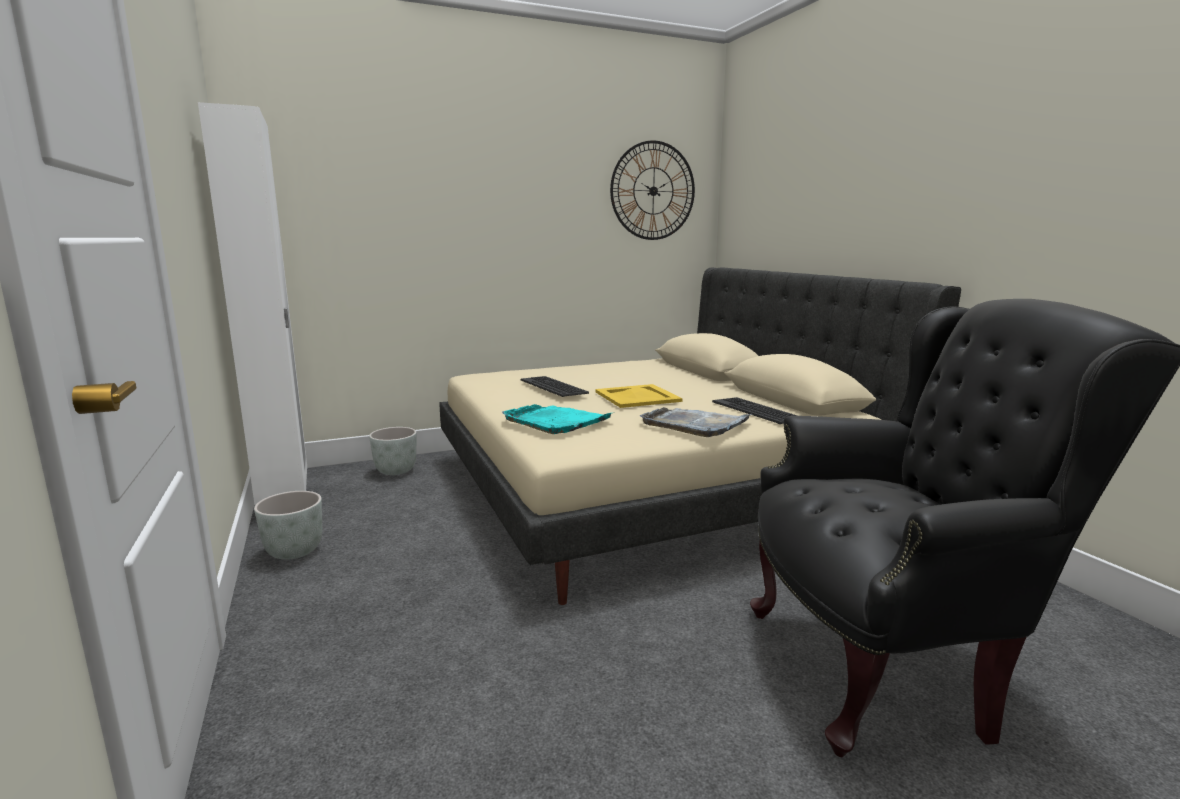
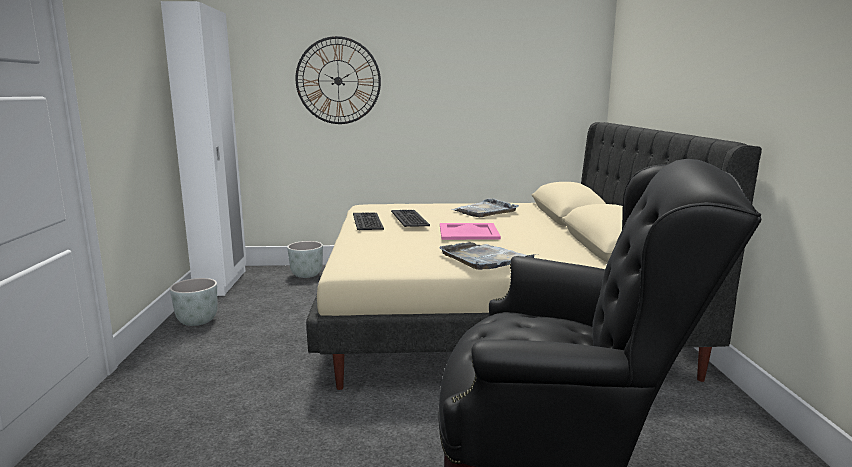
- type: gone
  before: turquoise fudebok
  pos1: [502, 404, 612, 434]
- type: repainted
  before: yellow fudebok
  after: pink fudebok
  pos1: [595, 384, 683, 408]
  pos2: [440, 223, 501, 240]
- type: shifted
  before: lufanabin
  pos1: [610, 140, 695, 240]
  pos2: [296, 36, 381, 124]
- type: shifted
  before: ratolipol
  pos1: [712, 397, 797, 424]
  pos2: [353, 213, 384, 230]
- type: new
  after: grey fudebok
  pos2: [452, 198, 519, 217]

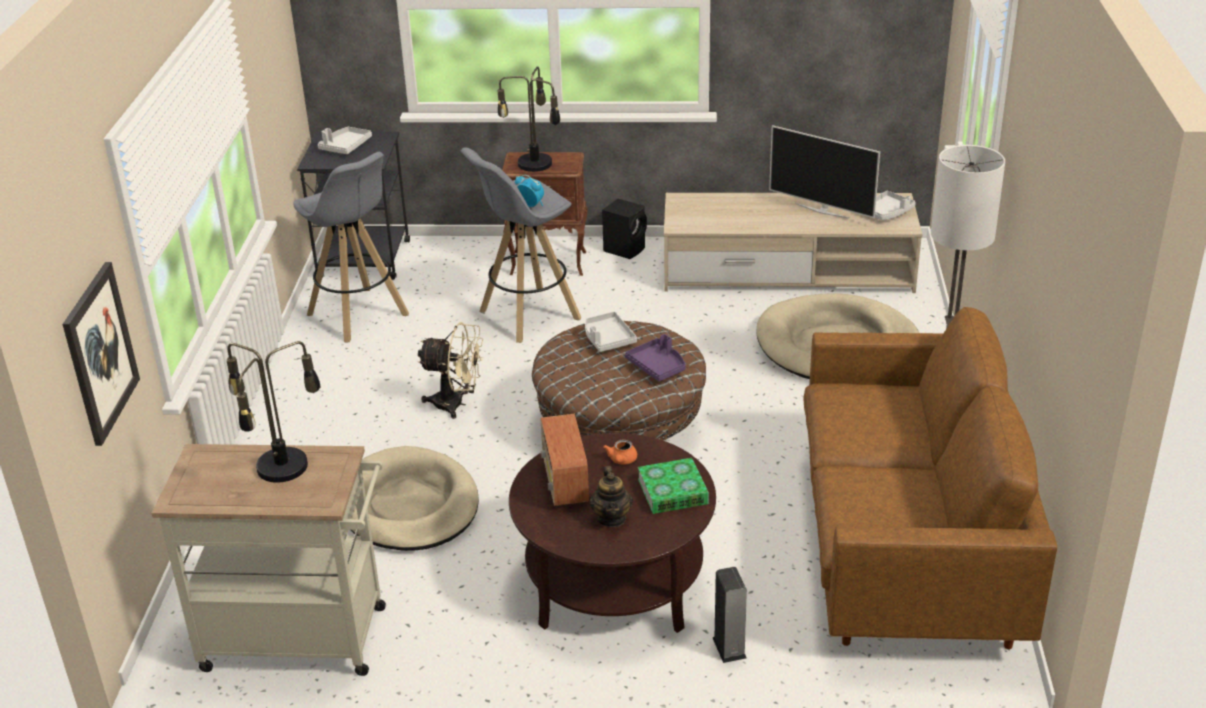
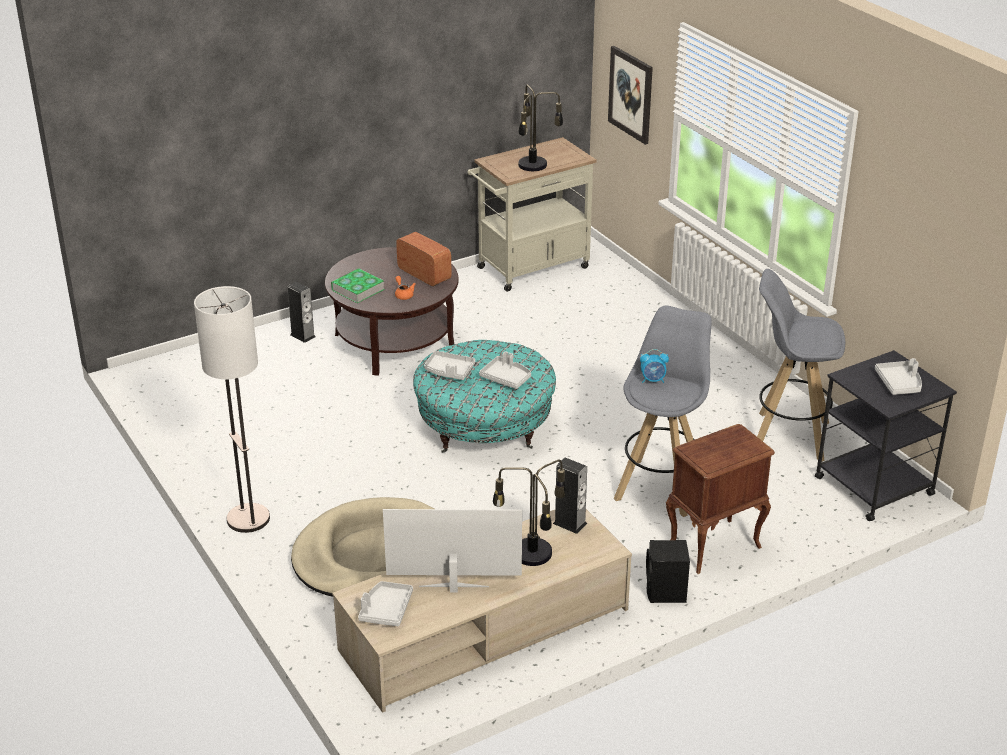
- type: gone
  before: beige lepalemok
  pos1: [351, 446, 479, 551]
- type: gone
  before: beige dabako
  pos1: [418, 322, 483, 419]
- type: shifted
  before: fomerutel
  pos1: [497, 66, 560, 172]
  pos2: [493, 460, 566, 566]
- type: repainted
  before: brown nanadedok
  after: turquoise nanadedok
  pos1: [532, 321, 706, 440]
  pos2: [413, 340, 556, 453]
- type: gone
  before: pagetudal
  pos1: [589, 466, 633, 527]
- type: repainted
  before: purple fudebok
  after: grey fudebok
  pos1: [625, 334, 686, 381]
  pos2: [424, 351, 475, 380]
- type: gone
  before: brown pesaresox
  pos1: [804, 307, 1057, 649]
- type: new
  after: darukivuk
  pos2: [553, 458, 587, 534]

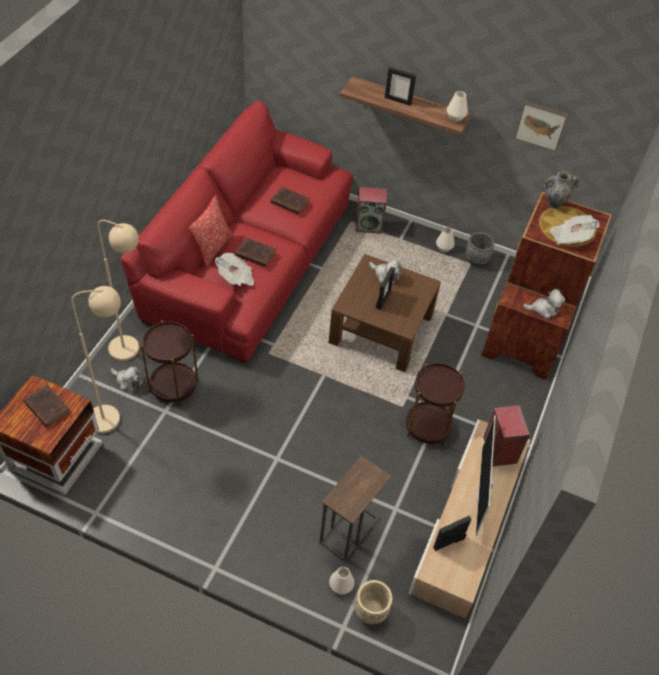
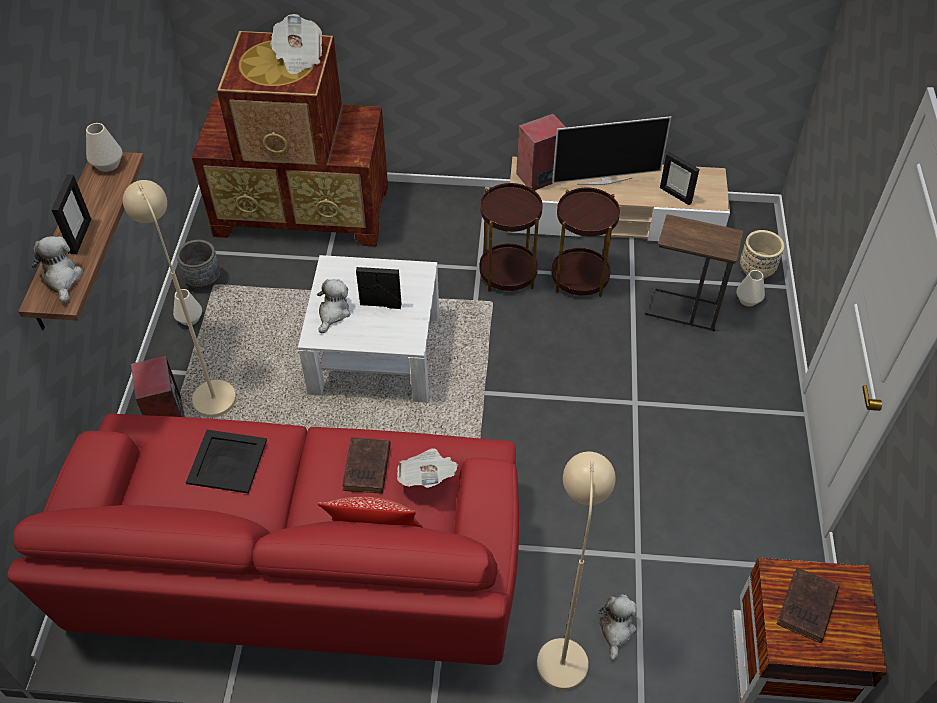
- type: shifted
  before: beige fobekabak
  pos1: [71, 286, 121, 434]
  pos2: [123, 180, 236, 417]
- type: shifted
  before: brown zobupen
  pos1: [141, 320, 198, 406]
  pos2: [551, 188, 620, 297]
- type: swapped
  before: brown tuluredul
  after: black fudebok
  pos1: [271, 187, 309, 215]
  pos2: [186, 430, 267, 494]
- type: repainted
  before: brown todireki
  after: white todireki
  pos1: [329, 254, 441, 372]
  pos2: [298, 255, 439, 403]
- type: gone
  before: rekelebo
  pos1: [515, 101, 568, 152]
- type: shifted
  before: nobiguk
  pos1: [523, 289, 565, 319]
  pos2: [32, 236, 83, 303]
- type: gone
  before: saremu
  pos1: [543, 170, 580, 209]

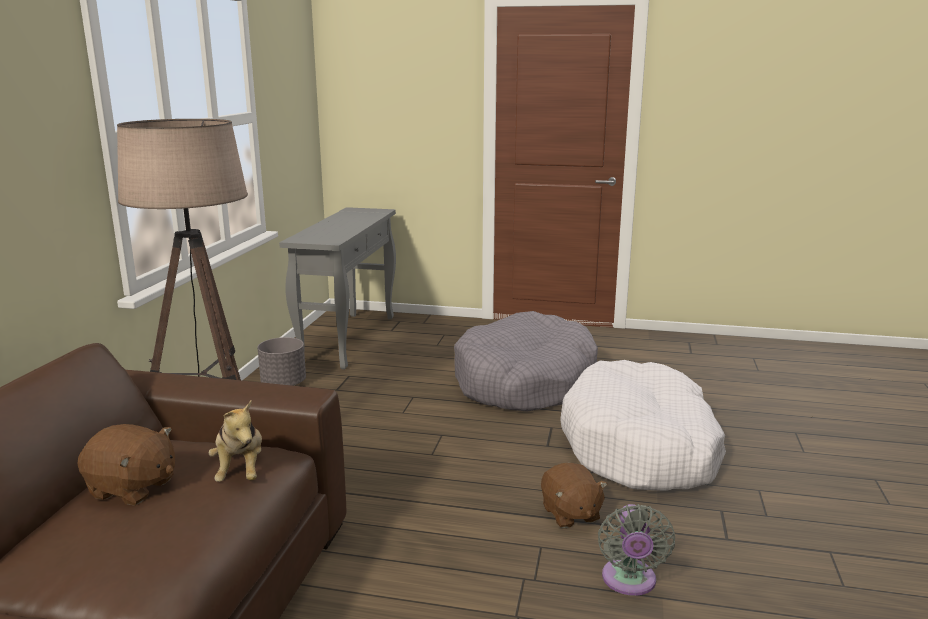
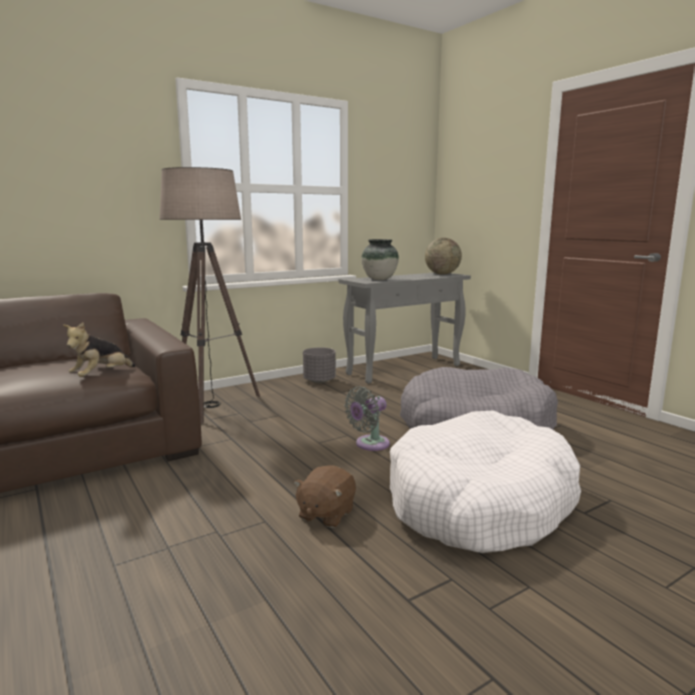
- type: gone
  before: brown nobiguk
  pos1: [77, 424, 175, 506]
- type: shifted
  before: grey dabako
  pos1: [598, 504, 675, 596]
  pos2: [344, 386, 390, 451]
- type: new
  after: saremu
  pos2: [361, 239, 399, 280]
- type: new
  after: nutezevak
  pos2: [425, 238, 462, 275]

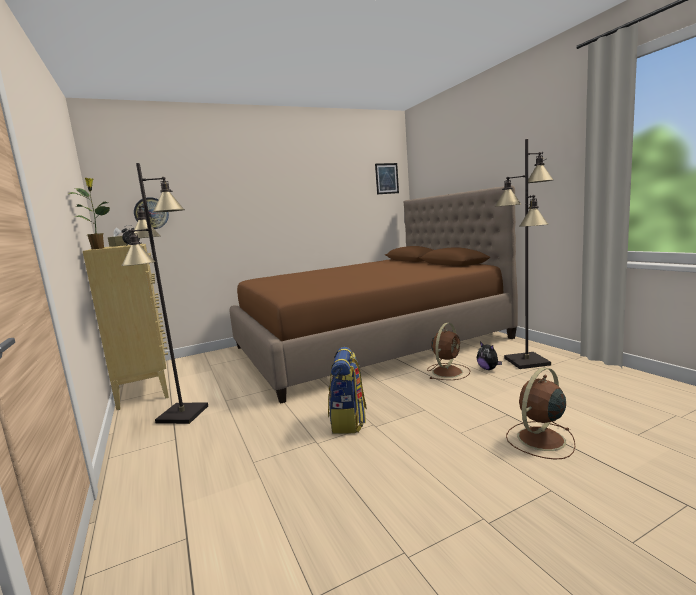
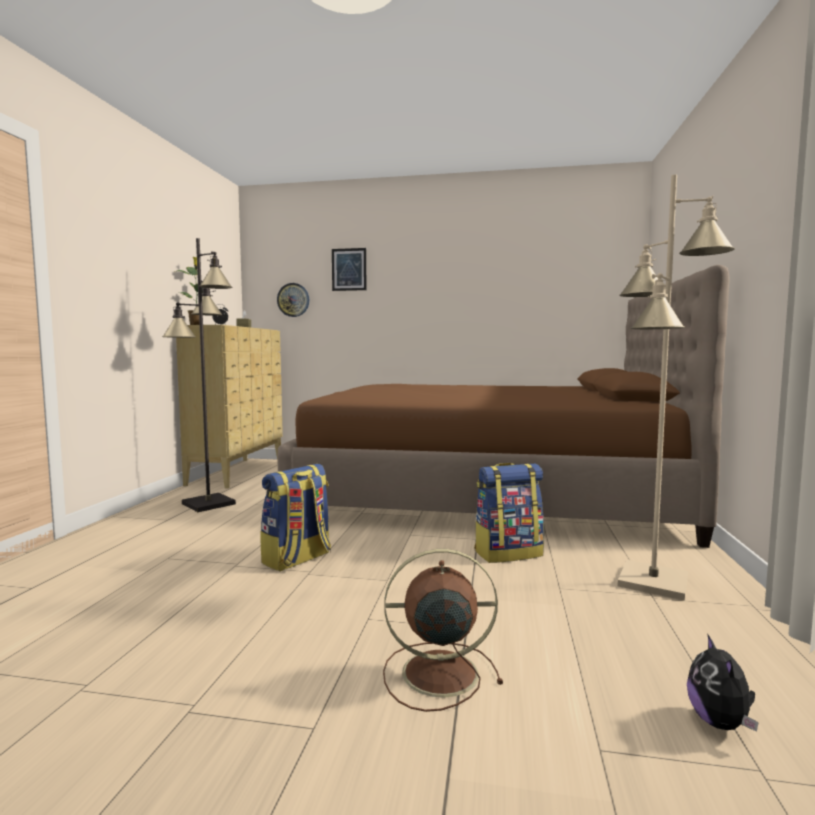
- type: shifted
  before: rekelebo
  pos1: [375, 163, 399, 194]
  pos2: [332, 248, 366, 291]
- type: swapped
  before: brown dabako
  after: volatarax
  pos1: [427, 323, 470, 380]
  pos2: [474, 463, 544, 563]
- type: shifted
  before: nobiguk
  pos1: [477, 342, 502, 370]
  pos2: [687, 633, 759, 732]
- type: repainted
  before: black fobekabak
  after: beige fobekabak
  pos1: [494, 139, 554, 369]
  pos2: [618, 174, 735, 601]

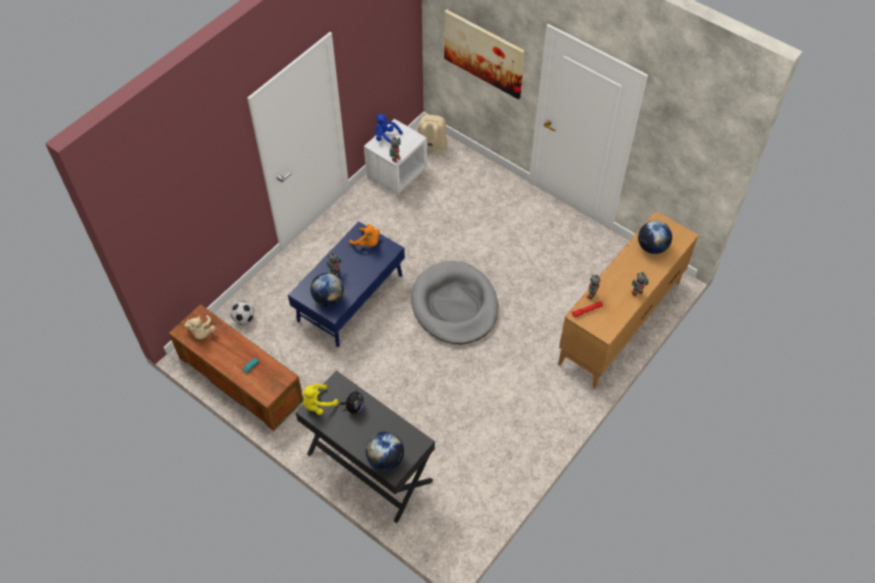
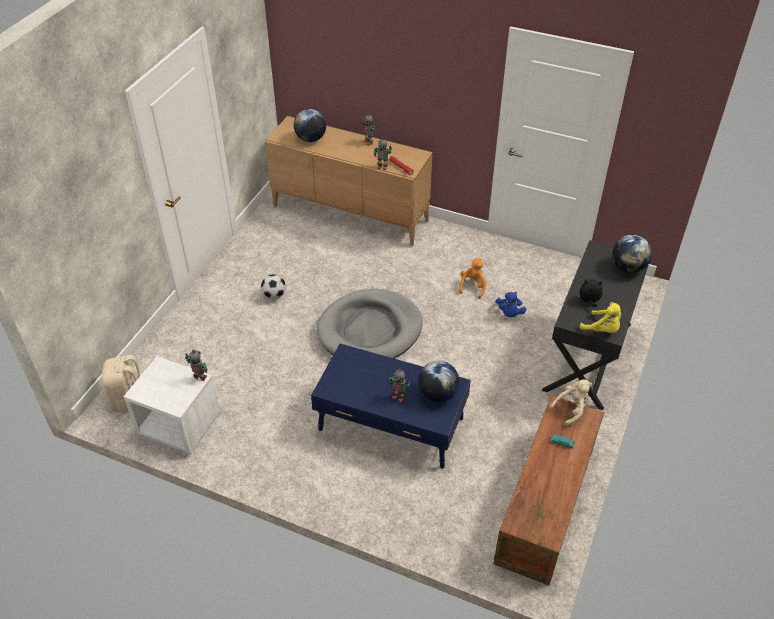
- type: shifted
  before: beige nobiguk
  pos1: [184, 315, 215, 339]
  pos2: [550, 379, 593, 426]
- type: shifted
  before: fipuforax
  pos1: [231, 301, 254, 324]
  pos2: [261, 275, 286, 299]
- type: shifted
  before: orange nobiguk
  pos1: [349, 224, 380, 246]
  pos2: [459, 258, 487, 299]
- type: shifted
  before: blue nobiguk
  pos1: [375, 114, 403, 144]
  pos2: [495, 292, 526, 317]
- type: gone
  before: rekelebo
  pos1: [444, 9, 525, 99]

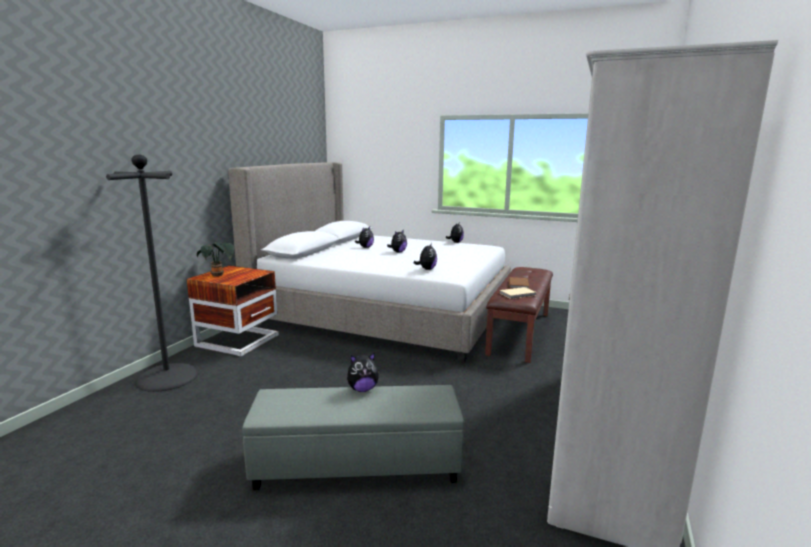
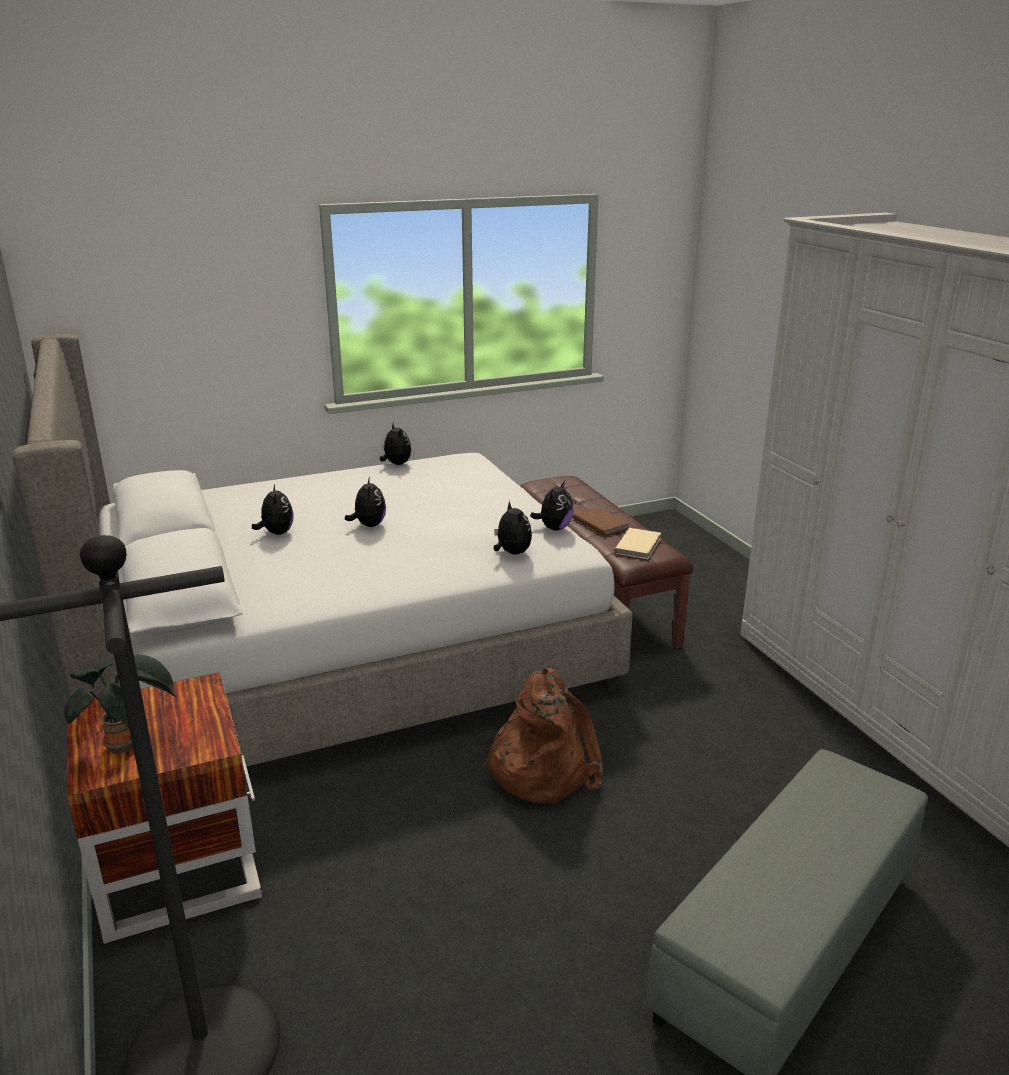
- type: shifted
  before: nobiguk
  pos1: [347, 353, 379, 392]
  pos2: [530, 481, 573, 530]
- type: new
  after: brown volatarax
  pos2: [481, 668, 603, 804]

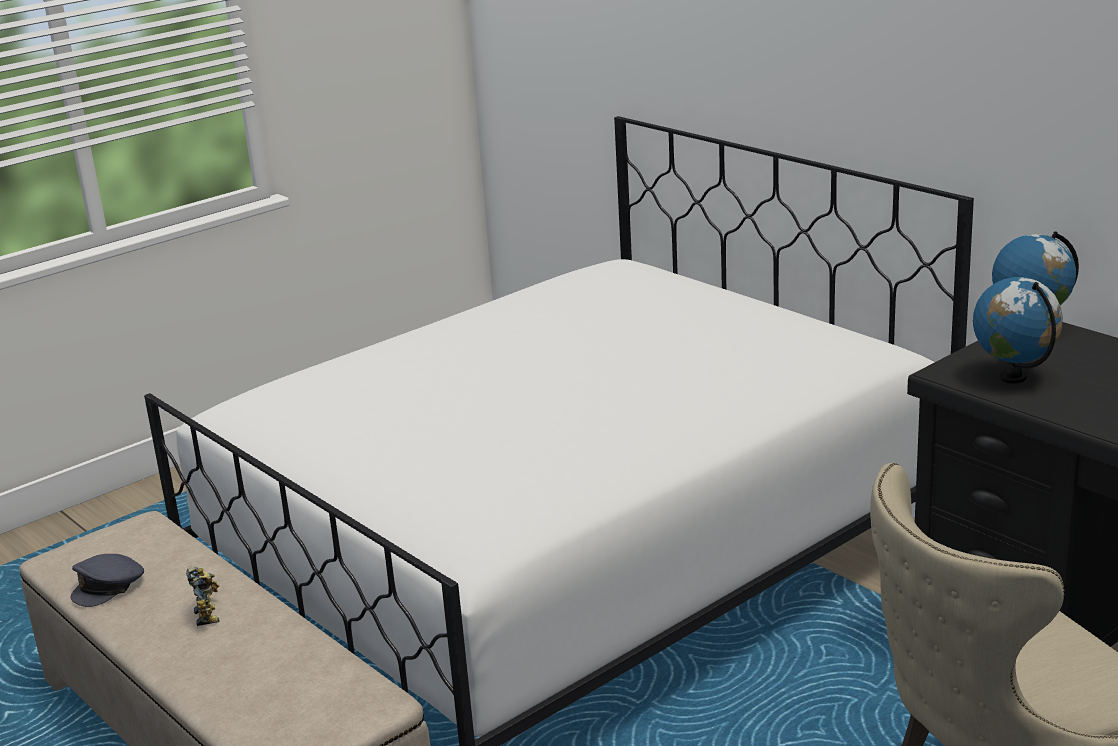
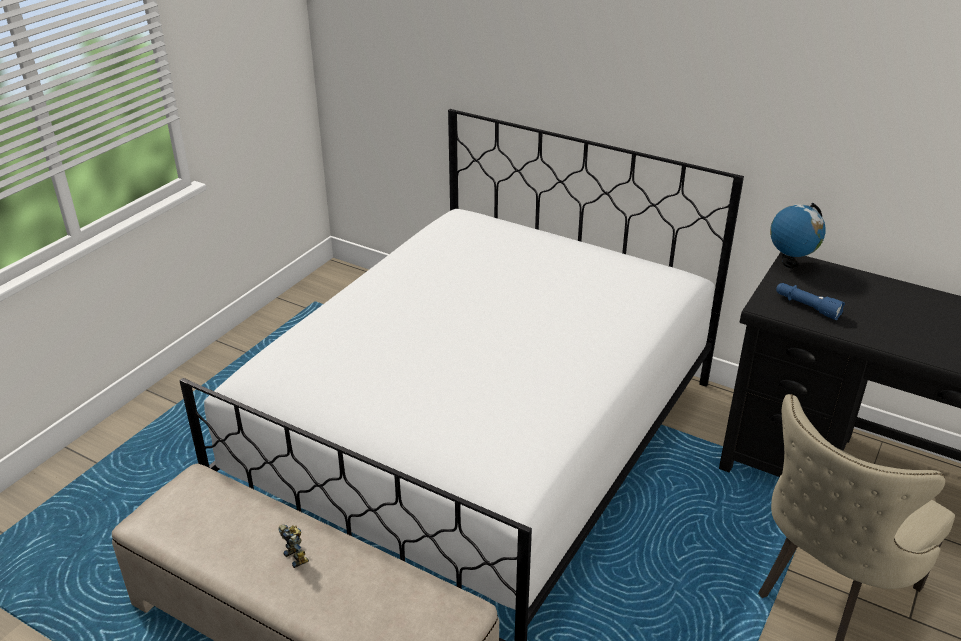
- type: gone
  before: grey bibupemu
  pos1: [71, 554, 144, 607]
- type: swapped
  before: nutezevak
  after: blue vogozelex
  pos1: [973, 277, 1063, 383]
  pos2: [776, 283, 845, 320]

